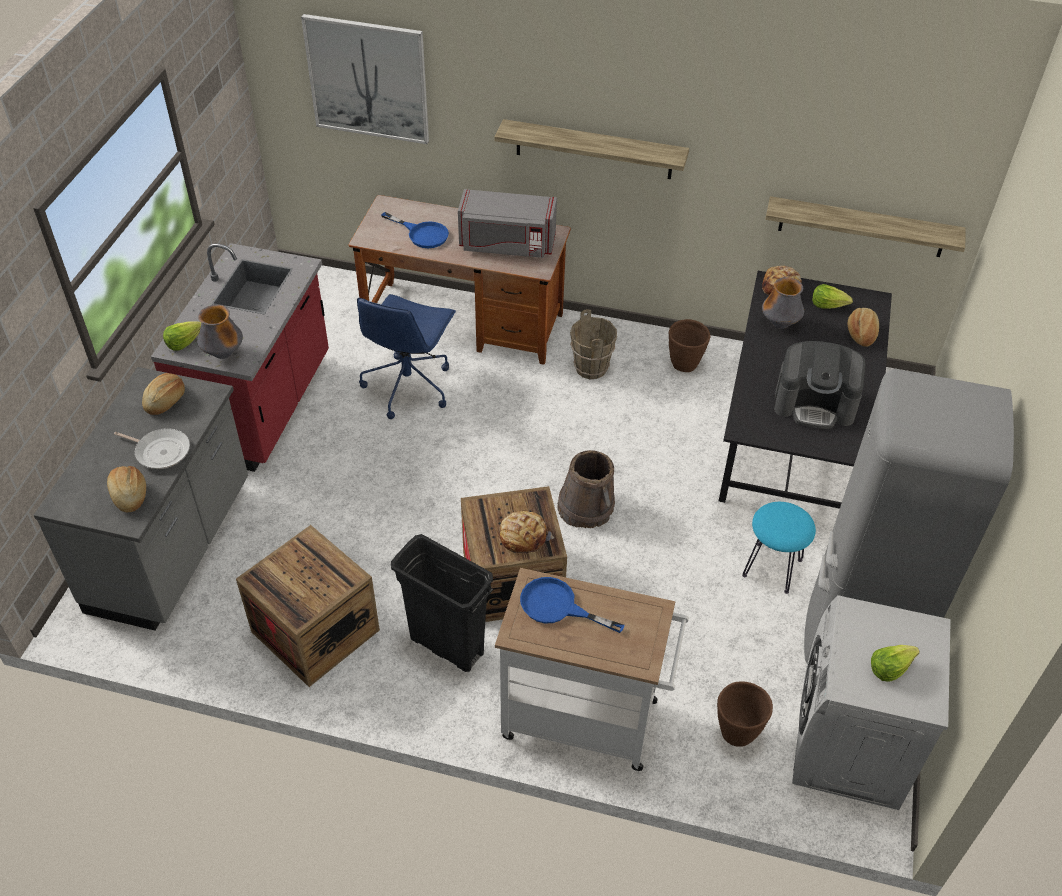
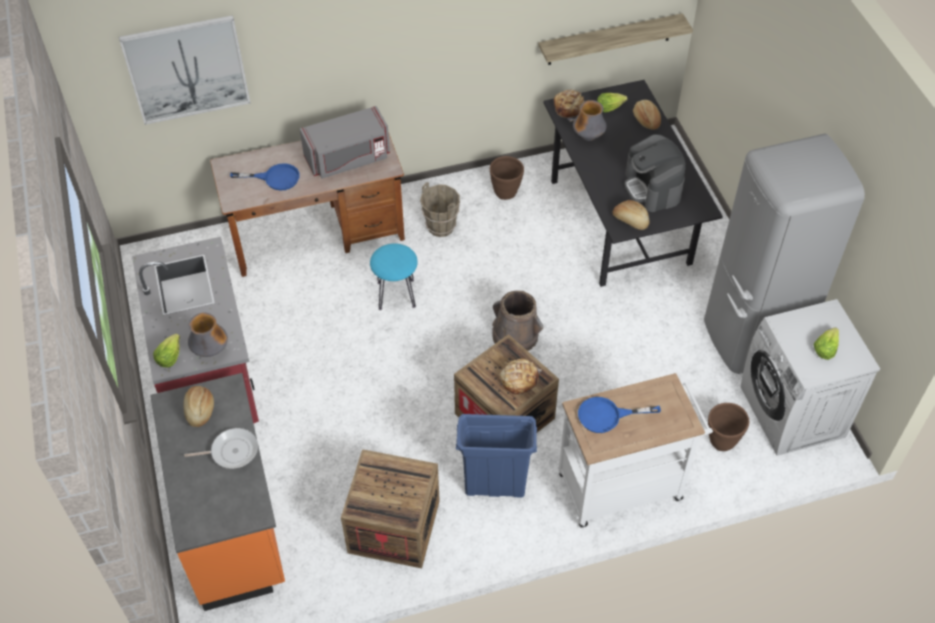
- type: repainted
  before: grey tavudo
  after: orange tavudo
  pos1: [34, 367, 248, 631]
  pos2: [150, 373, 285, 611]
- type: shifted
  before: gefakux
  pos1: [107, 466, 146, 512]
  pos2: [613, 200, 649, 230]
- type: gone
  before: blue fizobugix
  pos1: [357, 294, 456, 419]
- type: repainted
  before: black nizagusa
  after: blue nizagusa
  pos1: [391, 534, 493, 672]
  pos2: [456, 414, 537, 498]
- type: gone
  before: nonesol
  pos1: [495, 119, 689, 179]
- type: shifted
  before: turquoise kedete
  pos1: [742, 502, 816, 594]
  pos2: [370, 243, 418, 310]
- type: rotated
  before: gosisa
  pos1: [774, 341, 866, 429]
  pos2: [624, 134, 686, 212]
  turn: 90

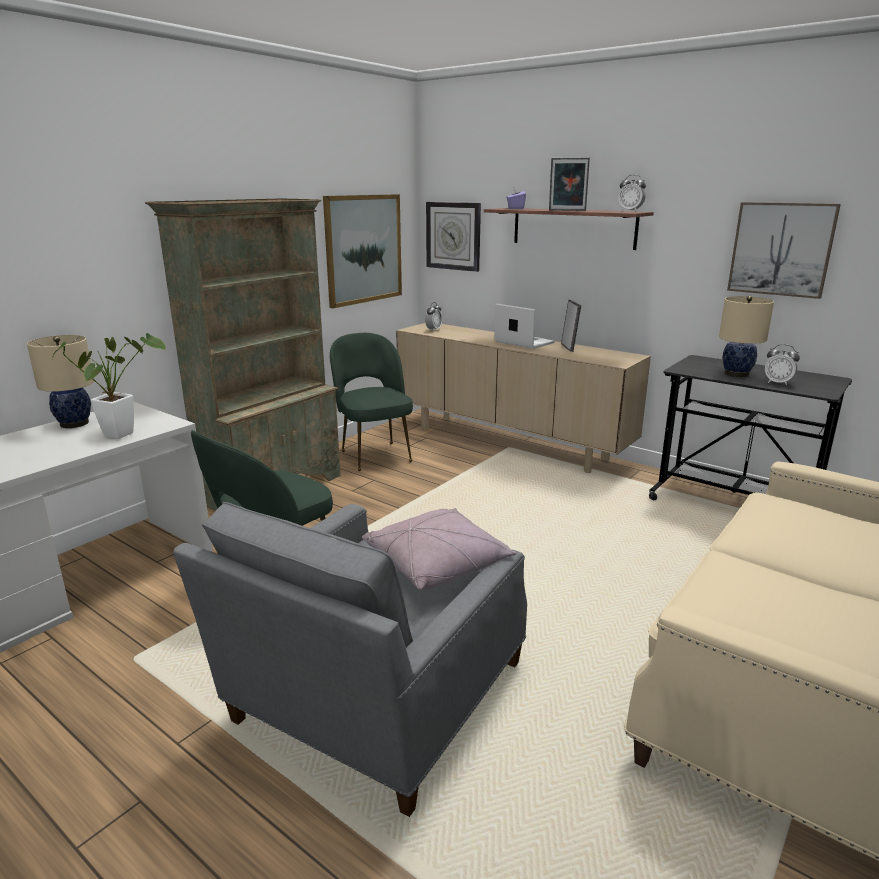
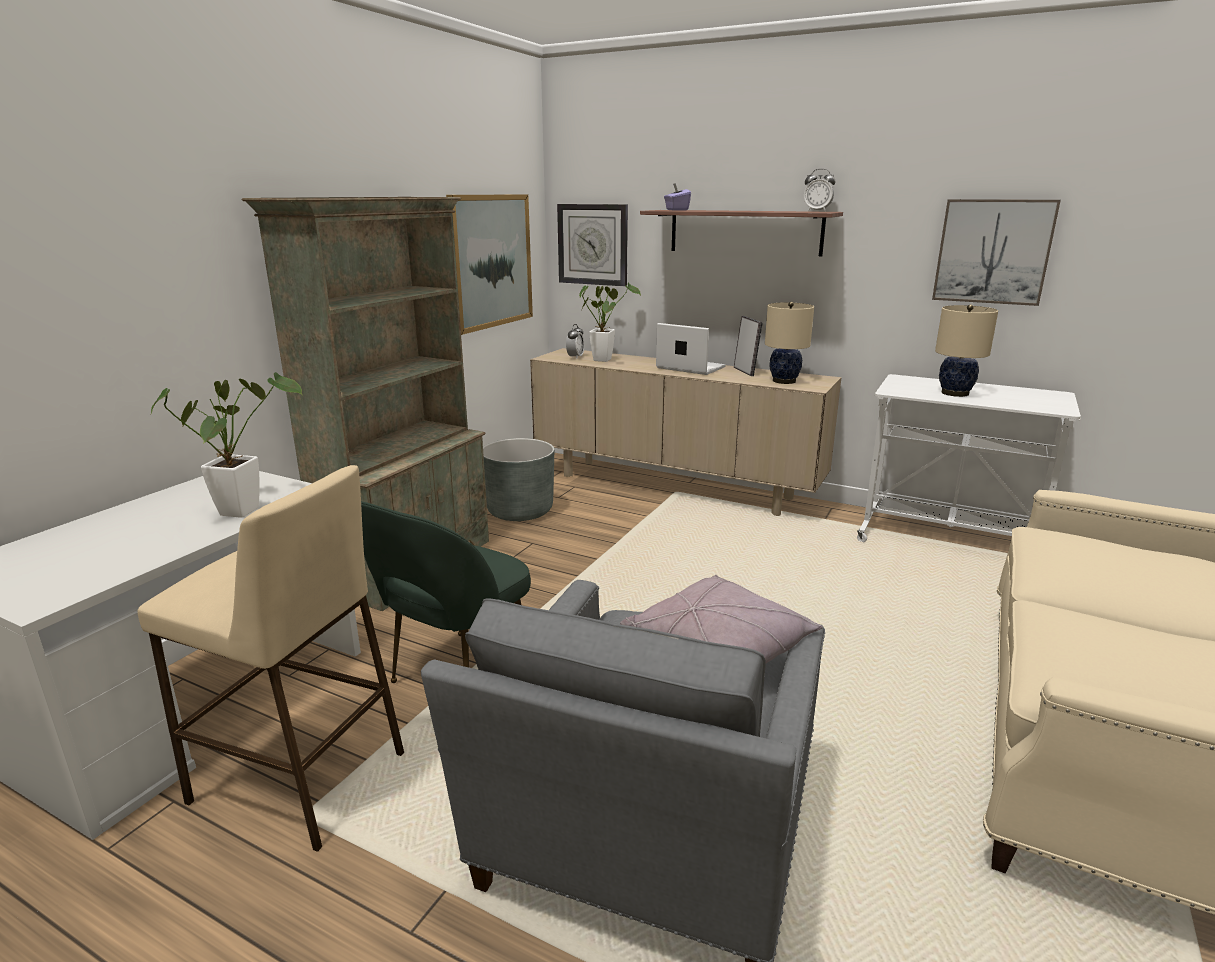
- type: shifted
  before: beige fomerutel
  pos1: [27, 335, 94, 428]
  pos2: [765, 302, 814, 384]
- type: swapped
  before: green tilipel
  after: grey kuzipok
  pos1: [330, 333, 413, 471]
  pos2: [483, 438, 554, 521]
- type: gone
  before: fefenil
  pos1: [549, 157, 590, 211]
- type: repainted
  before: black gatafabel
  after: white gatafabel
  pos1: [649, 355, 852, 500]
  pos2: [857, 374, 1081, 542]
- type: gone
  before: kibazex
  pos1: [765, 344, 800, 385]
- type: new
  after: beige kedete
  pos2: [137, 465, 404, 852]
- type: new
  after: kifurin
  pos2: [579, 283, 641, 362]

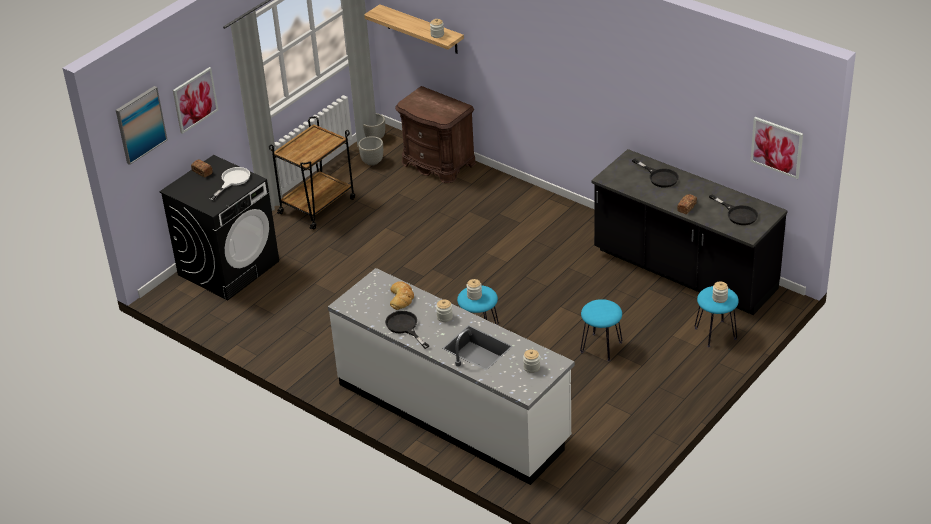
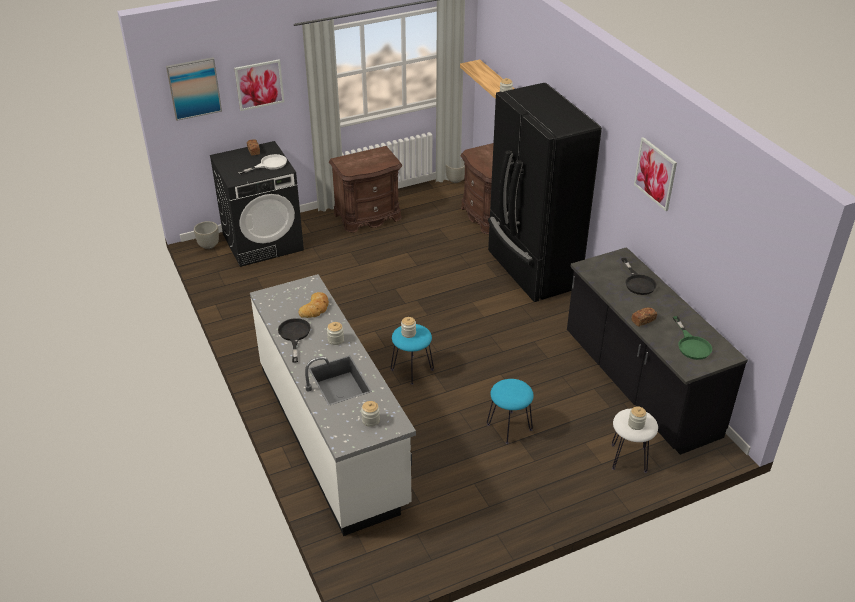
- type: swapped
  before: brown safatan
  after: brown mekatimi
  pos1: [269, 116, 355, 230]
  pos2: [329, 146, 402, 233]
- type: shifted
  before: grey kuzipok
  pos1: [358, 136, 383, 166]
  pos2: [194, 221, 219, 249]
- type: repainted
  before: turquoise kedete
  after: white kedete
  pos1: [694, 286, 739, 347]
  pos2: [612, 408, 658, 473]
- type: repainted
  before: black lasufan
  after: green lasufan
  pos1: [709, 194, 758, 225]
  pos2: [673, 316, 712, 360]
- type: shifted
  before: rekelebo
  pos1: [750, 117, 803, 179]
  pos2: [634, 137, 677, 211]
- type: new
  after: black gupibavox
  pos2: [488, 83, 602, 302]

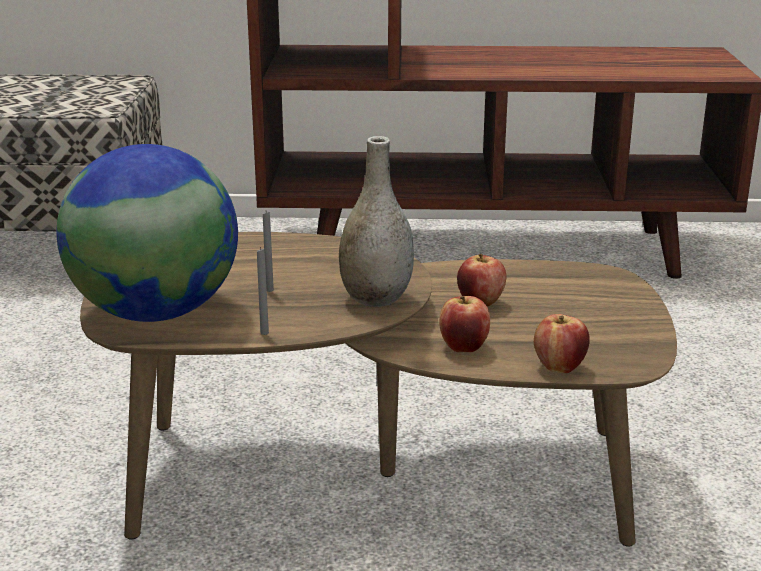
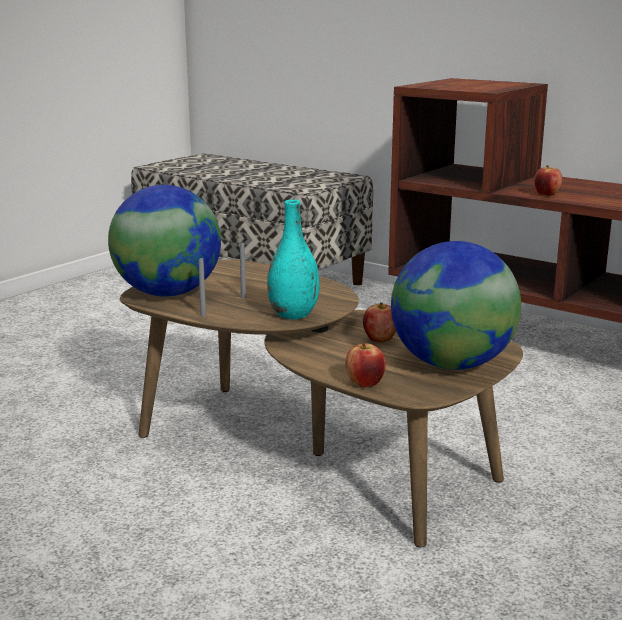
- type: repainted
  before: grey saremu
  after: turquoise saremu
  pos1: [339, 136, 414, 307]
  pos2: [267, 199, 319, 319]
- type: shifted
  before: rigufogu
  pos1: [439, 296, 490, 352]
  pos2: [534, 165, 562, 196]
- type: new
  after: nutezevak
  pos2: [391, 241, 521, 370]

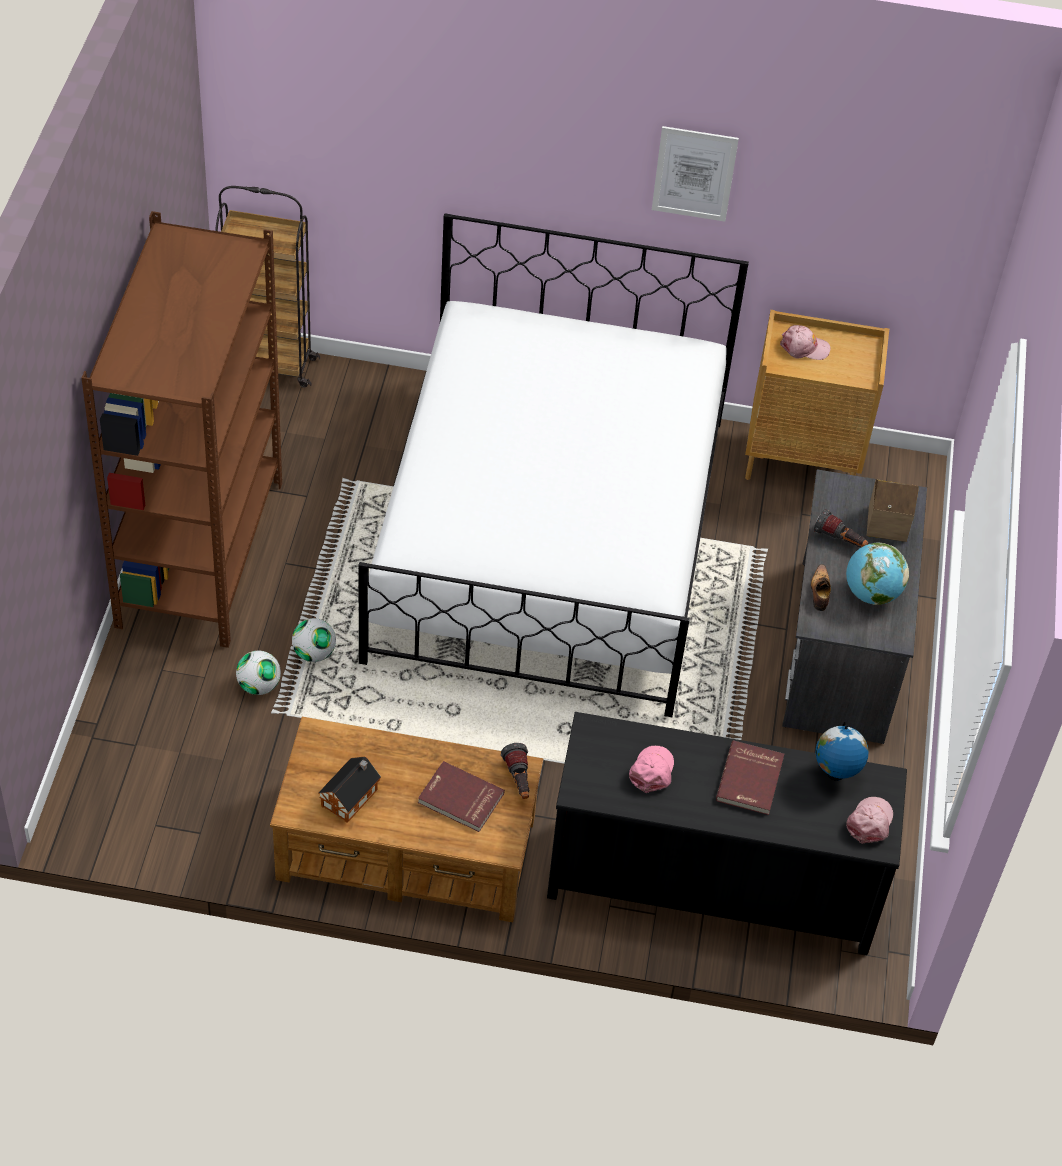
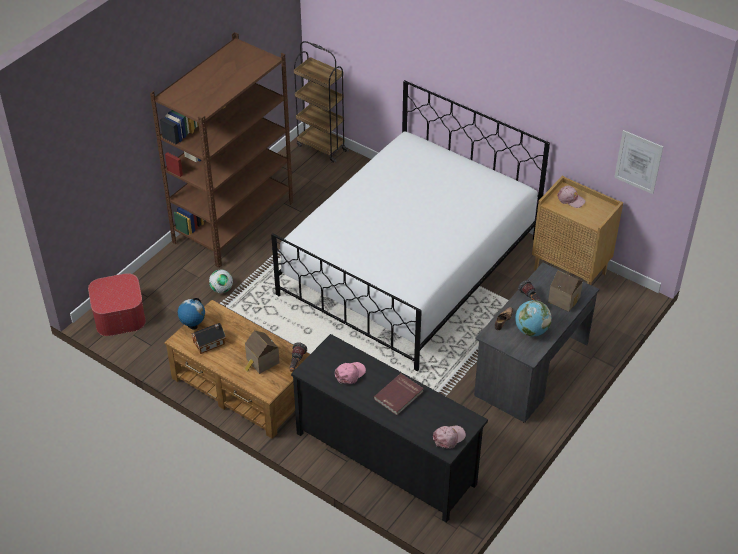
- type: gone
  before: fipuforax
  pos1: [292, 618, 336, 662]
- type: swapped
  before: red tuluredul
  after: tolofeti
  pos1: [418, 761, 505, 832]
  pos2: [245, 330, 280, 374]
- type: shifted
  before: rekelebo
  pos1: [652, 126, 739, 222]
  pos2: [614, 130, 663, 194]
- type: shifted
  before: nutezevak
  pos1: [816, 722, 869, 781]
  pos2: [178, 298, 205, 330]
- type: new
  after: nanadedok
  pos2: [88, 273, 146, 336]

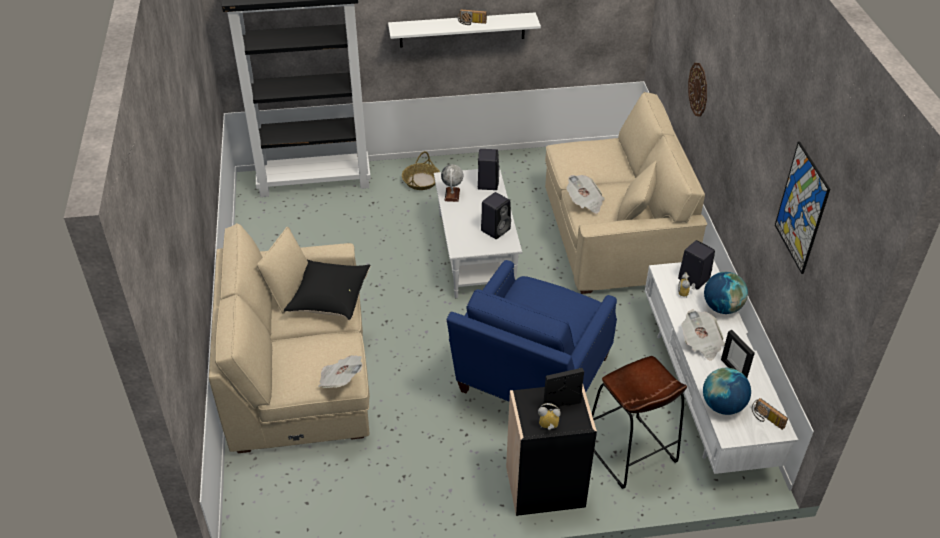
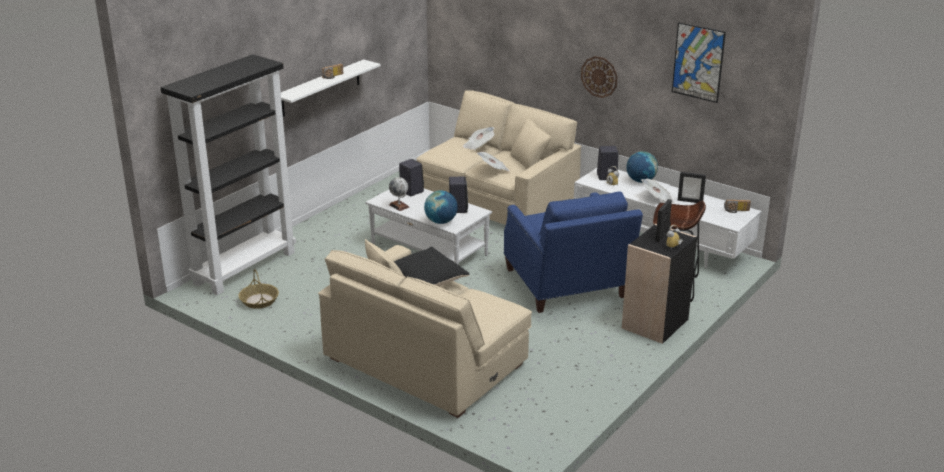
- type: shifted
  before: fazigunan
  pos1: [318, 355, 363, 388]
  pos2: [463, 127, 494, 150]
- type: shifted
  before: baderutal
  pos1: [402, 151, 440, 190]
  pos2: [239, 269, 279, 309]
- type: shifted
  before: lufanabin
  pos1: [688, 63, 707, 117]
  pos2: [581, 56, 618, 98]
- type: shifted
  before: nutezevak
  pos1: [703, 368, 751, 415]
  pos2: [424, 190, 458, 224]

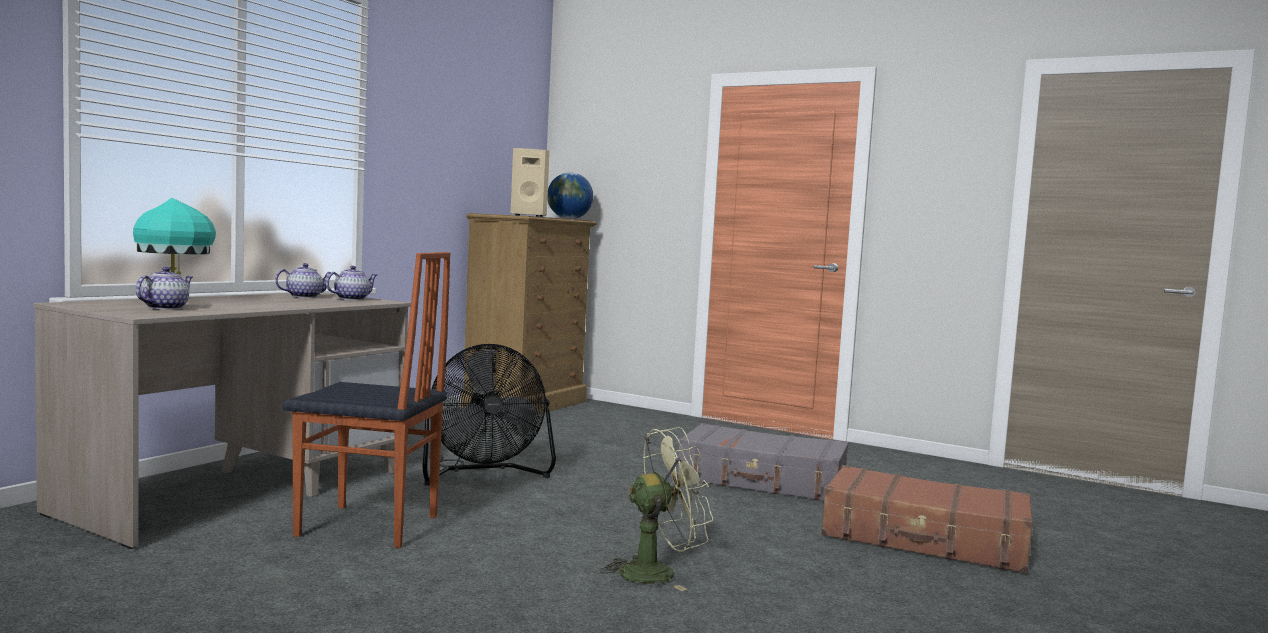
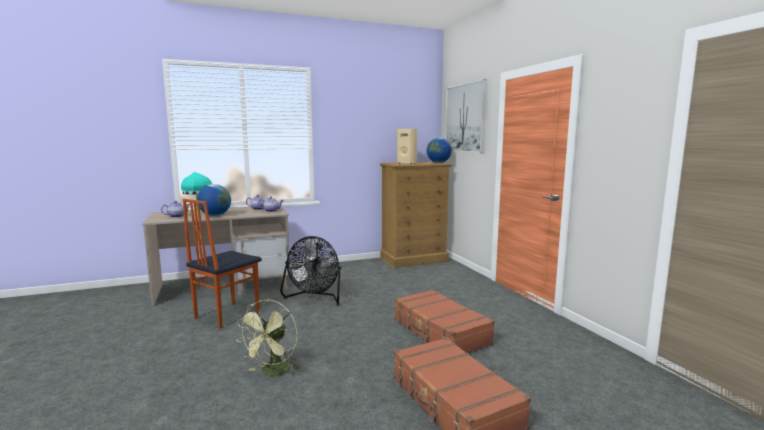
- type: rotated
  before: tilipel
  pos1: [283, 252, 450, 548]
  pos2: [183, 199, 262, 329]
  turn: 75
- type: rotated
  before: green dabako
  pos1: [600, 427, 714, 591]
  pos2: [236, 300, 300, 376]
  turn: 90
- type: repainted
  before: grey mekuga
  after: brown mekuga
  pos1: [677, 423, 848, 500]
  pos2: [394, 289, 495, 353]
- type: new
  after: nutezevak
  pos2: [197, 184, 231, 216]
- type: new
  after: rekelebo
  pos2: [446, 79, 487, 153]

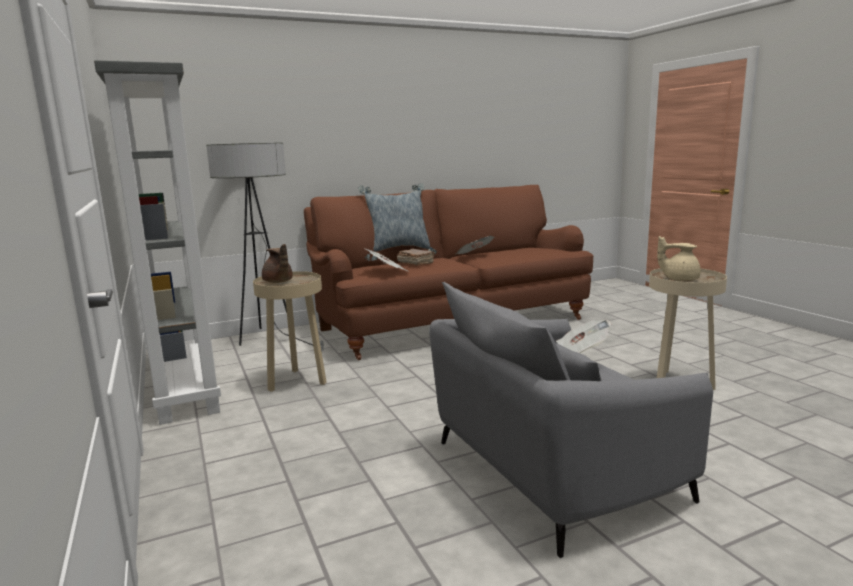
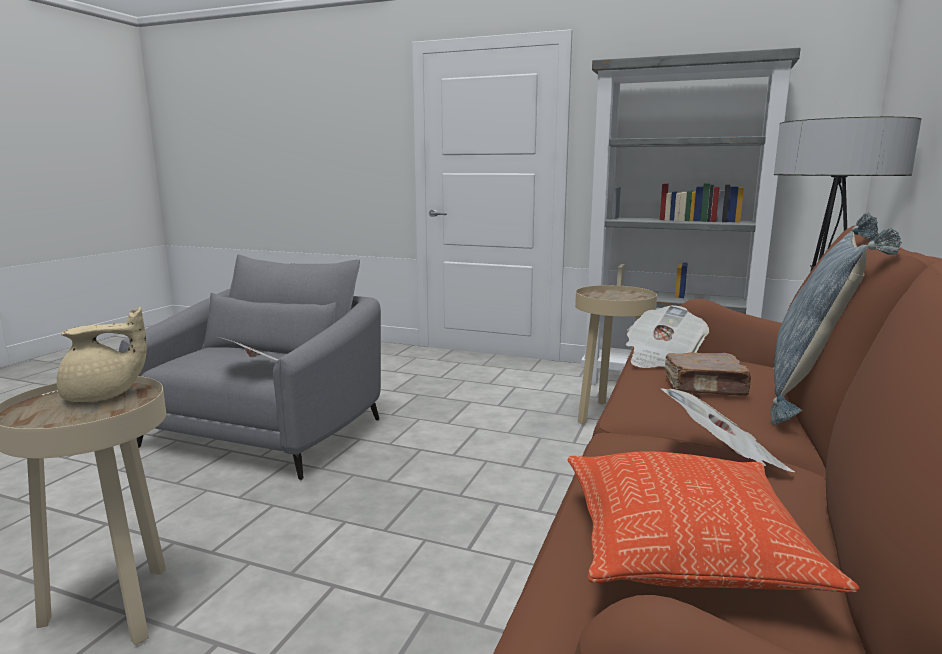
- type: gone
  before: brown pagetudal
  pos1: [262, 244, 293, 283]
- type: new
  after: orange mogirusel
  pos2: [568, 451, 859, 593]

